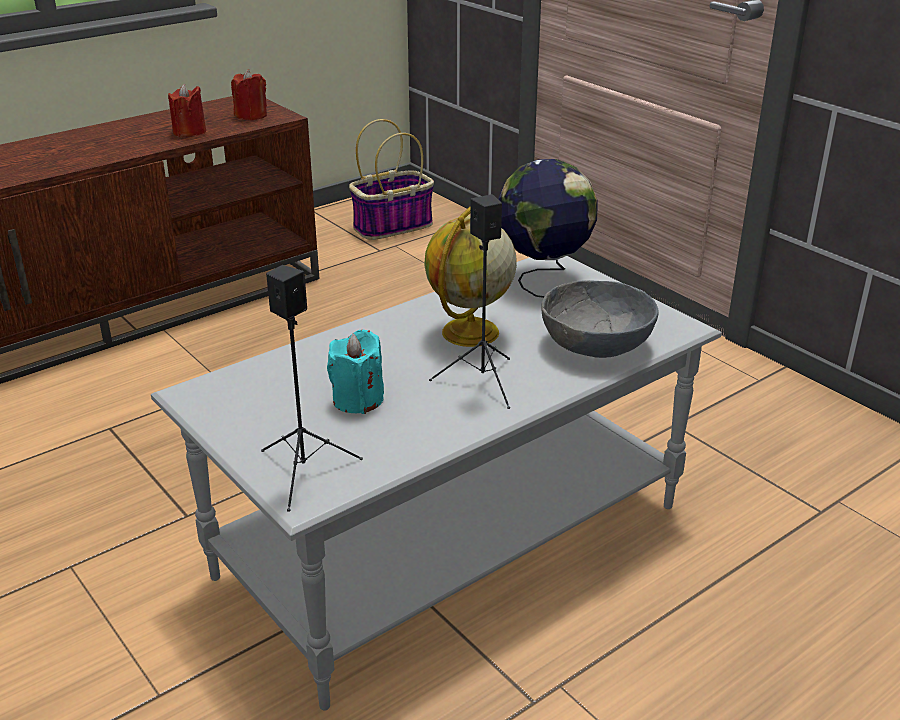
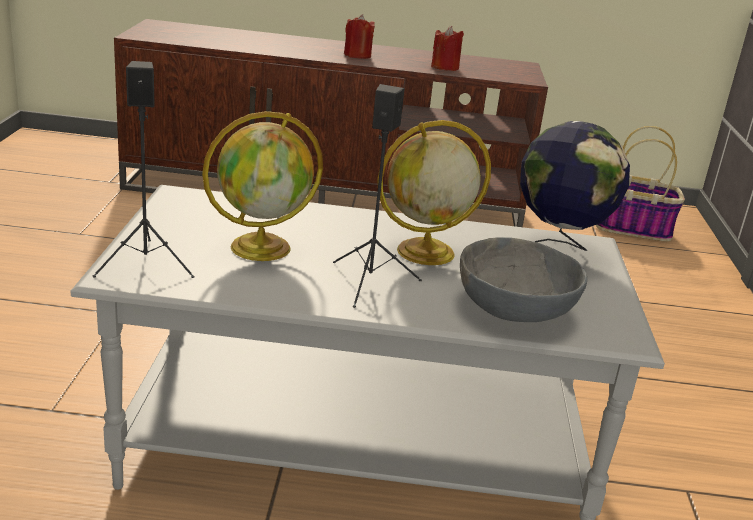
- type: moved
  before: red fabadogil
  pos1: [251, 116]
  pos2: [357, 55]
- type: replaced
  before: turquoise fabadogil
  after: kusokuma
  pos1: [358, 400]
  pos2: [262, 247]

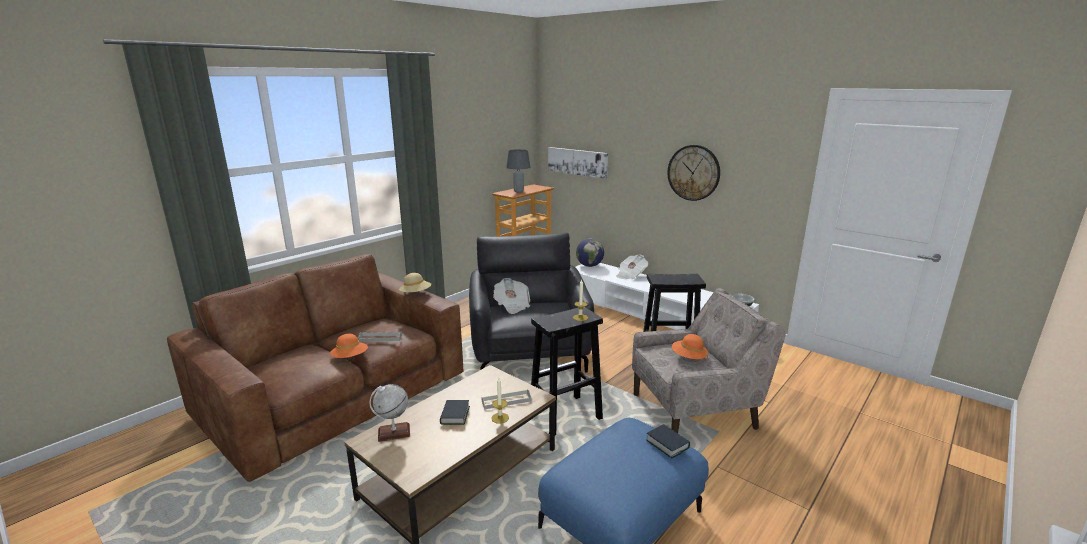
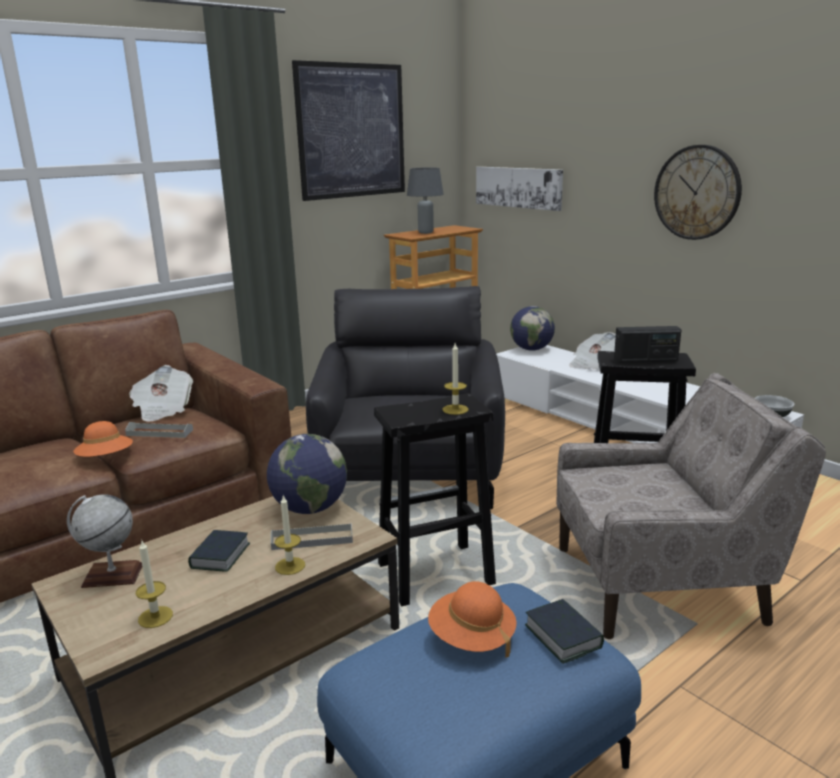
- type: removed
  before: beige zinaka
  pos1: [416, 294]
- type: moved
  before: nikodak
  pos1: [512, 305]
  pos2: [162, 409]
- type: moved
  before: orange zinaka
  pos1: [688, 357]
  pos2: [471, 638]
- type: added
  after: fabadogil
  pos2: [155, 617]
- type: added
  after: kusokuma
  pos2: [310, 508]
- type: added
  after: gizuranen
  pos2: [351, 131]
- type: added
  after: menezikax
  pos2: [645, 360]

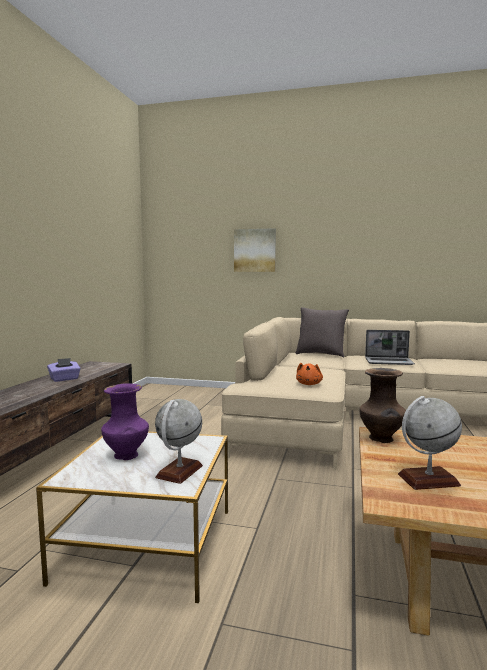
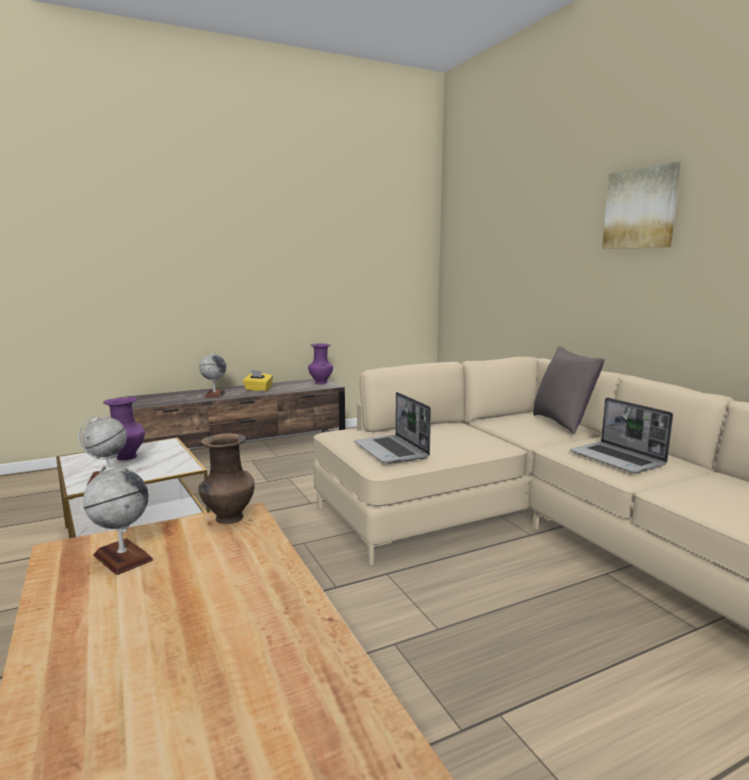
- type: recoloured
  before: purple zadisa
  after: yellow zadisa
  pos1: [64, 379]
  pos2: [258, 390]
- type: moved
  before: gizuranen
  pos1: [255, 250]
  pos2: [641, 208]
- type: replaced
  before: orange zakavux
  after: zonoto
  pos1: [309, 384]
  pos2: [392, 451]
- type: added
  after: kusokuma
  pos2: [214, 395]
- type: added
  after: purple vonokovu
  pos2: [320, 383]

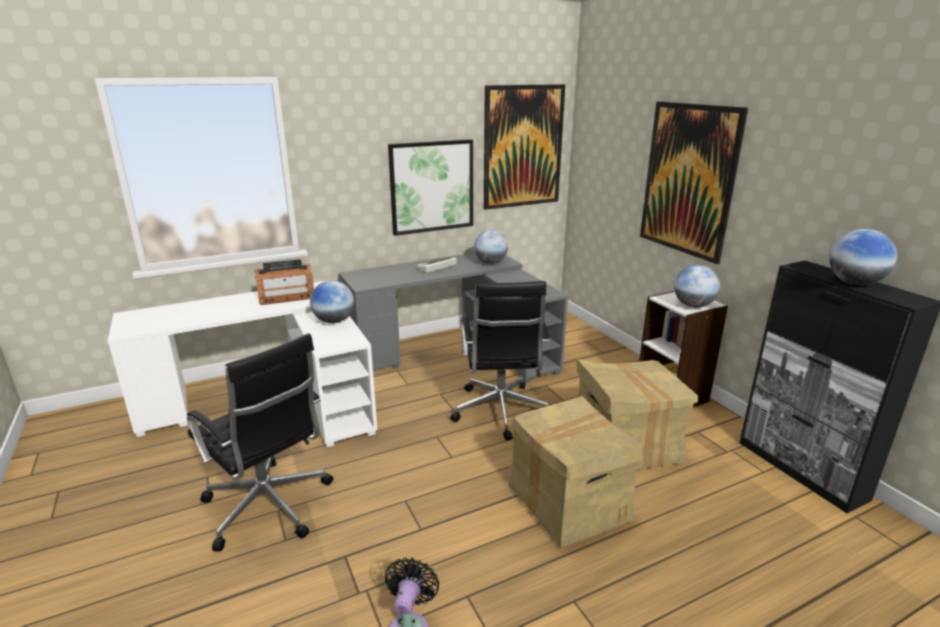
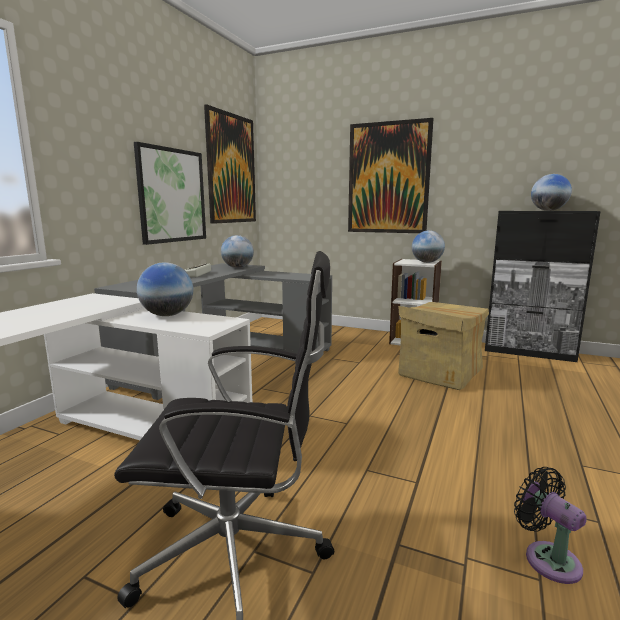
- type: removed
  before: menezikax
  pos1: [286, 297]
- type: removed
  before: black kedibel
  pos1: [500, 412]
- type: removed
  before: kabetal
  pos1: [569, 504]

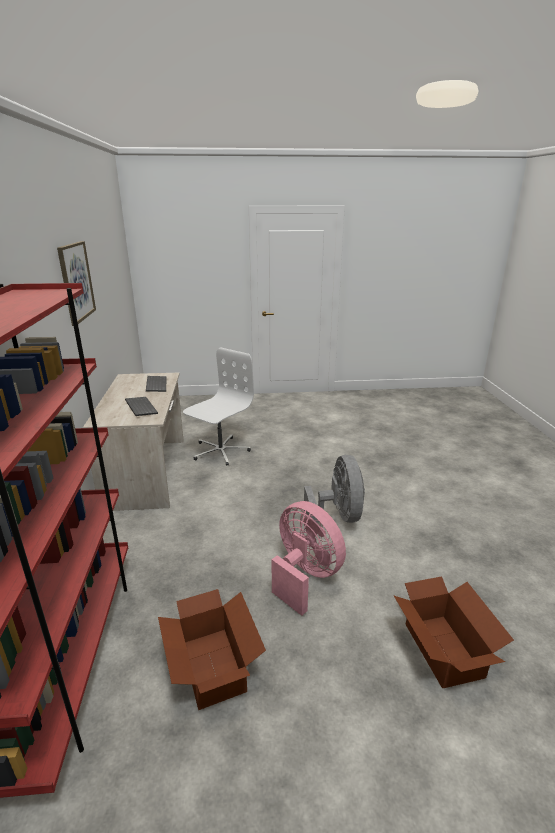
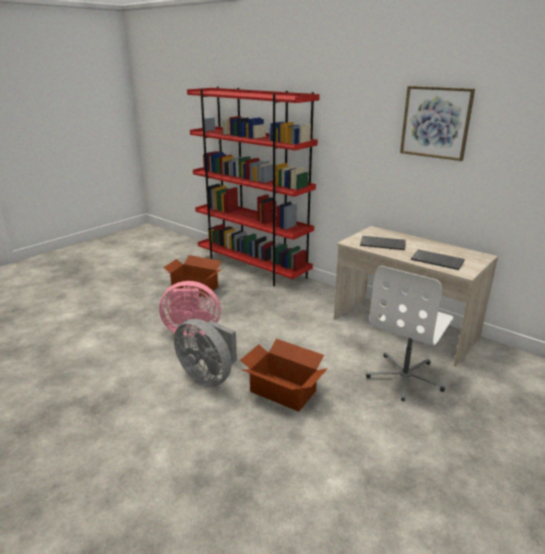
- type: turned
  before: white kedibel
  pos1: [220, 451]
  pos2: [405, 377]
  turn: 45
- type: moved
  before: kabetal
  pos1: [442, 650]
  pos2: [282, 391]

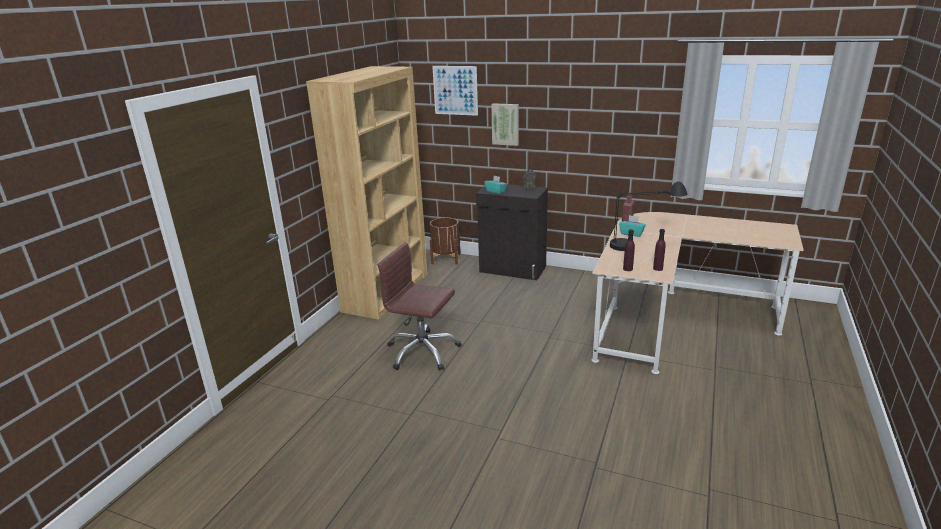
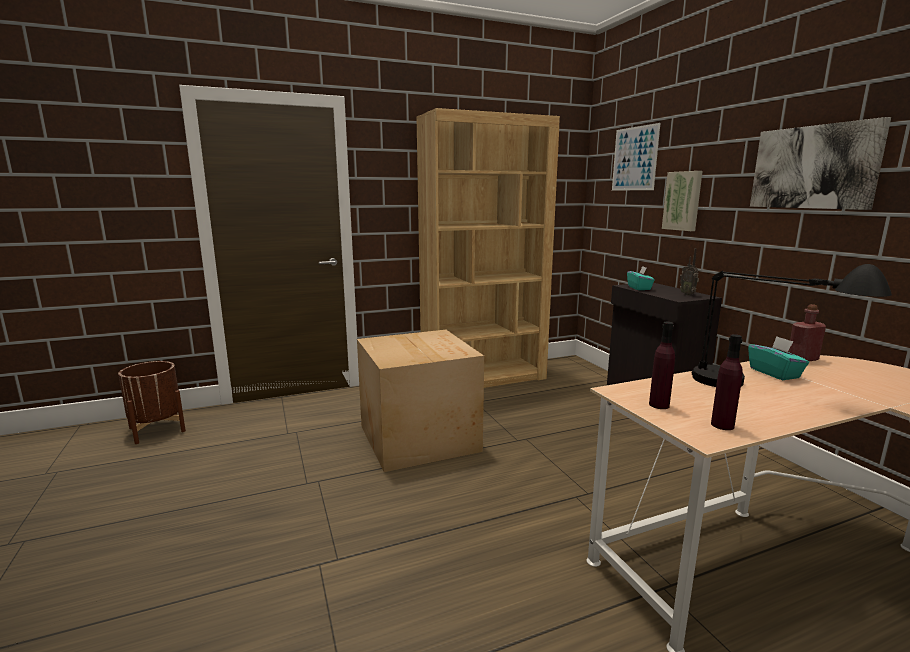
- type: replaced
  before: brown kedibel
  after: kabetal
  pos1: [422, 352]
  pos2: [420, 437]
- type: moved
  before: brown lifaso
  pos1: [446, 259]
  pos2: [157, 429]
- type: added
  after: gizuranen
  pos2: [813, 167]

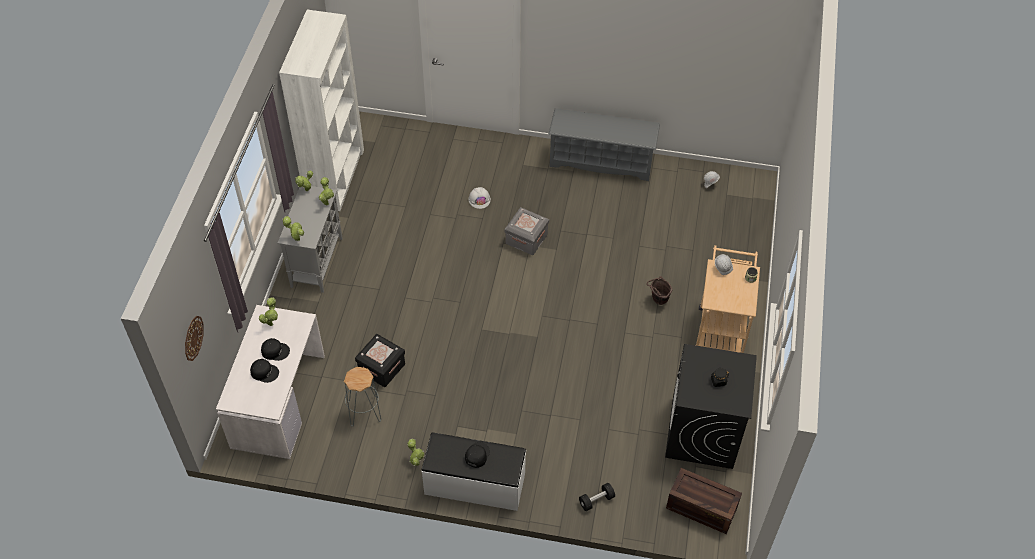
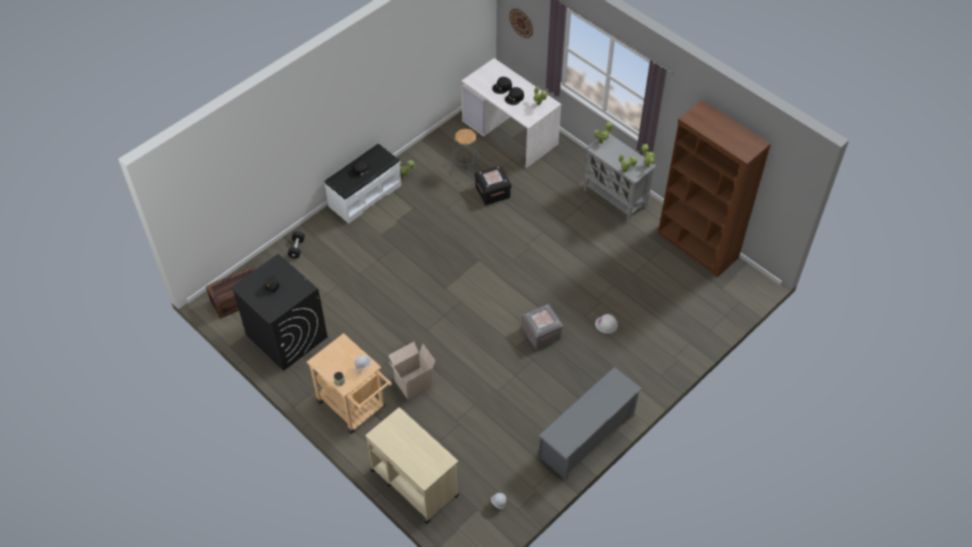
- type: recoloured
  before: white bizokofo
  after: brown bizokofo
  pos1: [335, 177]
  pos2: [697, 246]
- type: replaced
  before: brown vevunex
  after: kabetal
  pos1: [657, 300]
  pos2: [413, 382]
- type: added
  after: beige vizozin
  pos2: [414, 482]

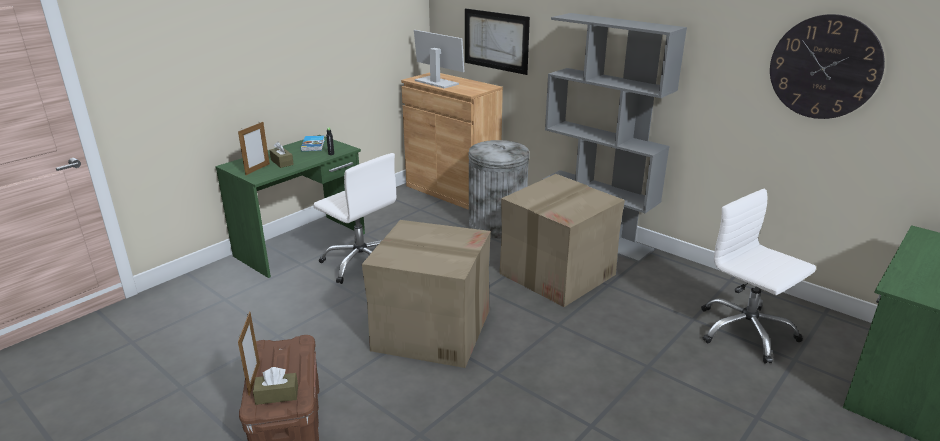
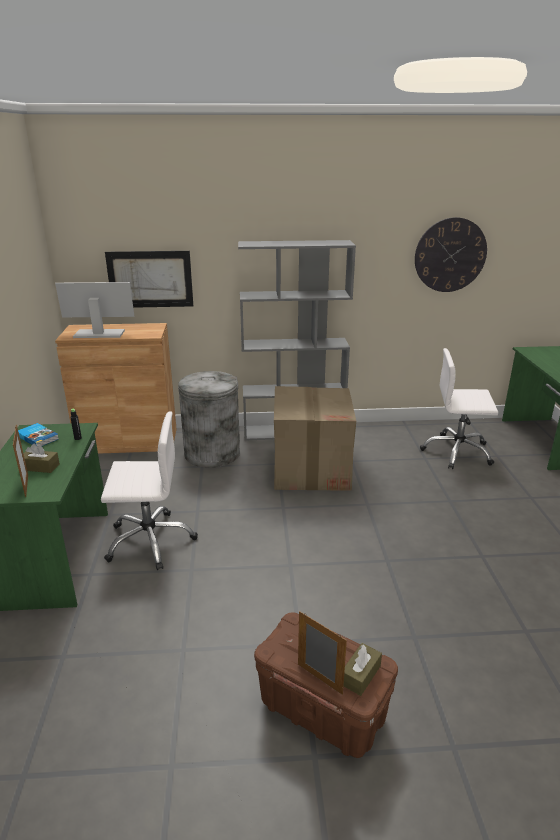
- type: removed
  before: kabetal
  pos1: [431, 330]

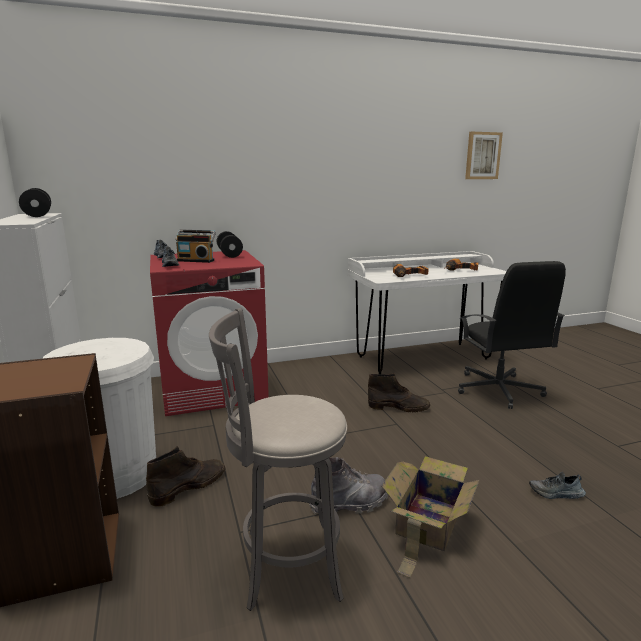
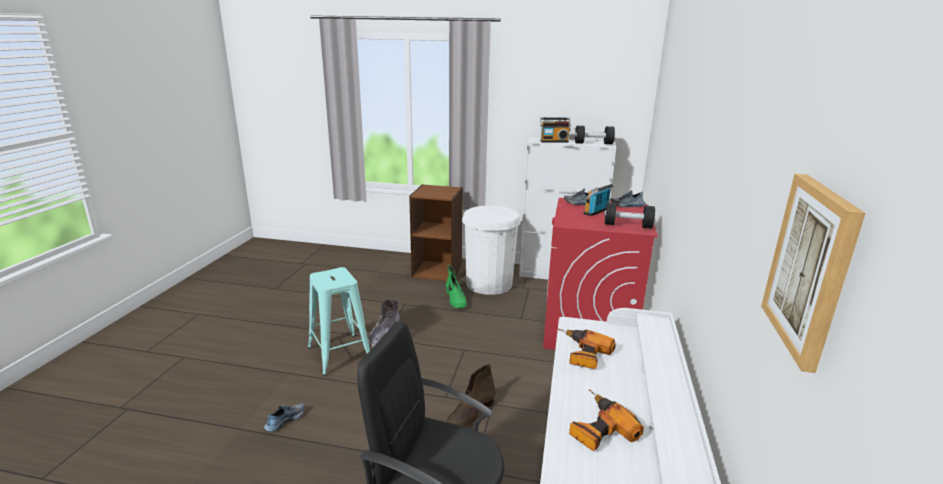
- type: recoloured
  before: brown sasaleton
  after: green sasaleton
  pos1: [189, 486]
  pos2: [456, 299]
- type: removed
  before: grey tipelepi
  pos1: [285, 564]
- type: replaced
  before: kabetal
  after: turquoise tipelepi
  pos1: [427, 523]
  pos2: [339, 354]
- type: added
  after: menezikax
  pos2: [554, 141]

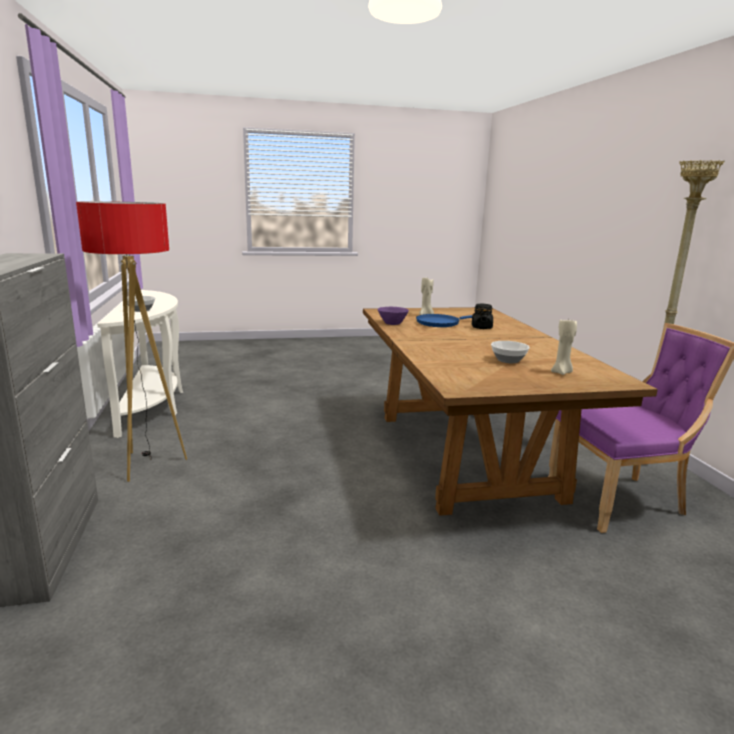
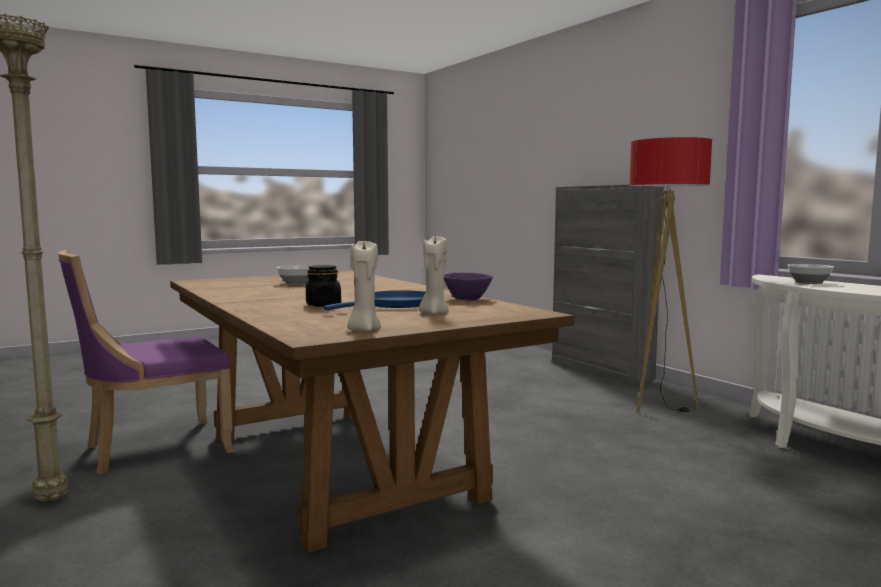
- type: moved
  before: beige fabadogil
  pos1: [561, 372]
  pos2: [364, 330]

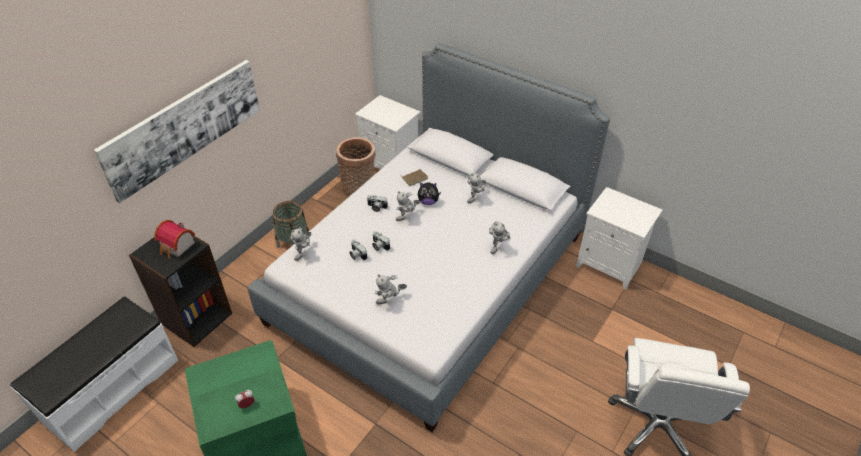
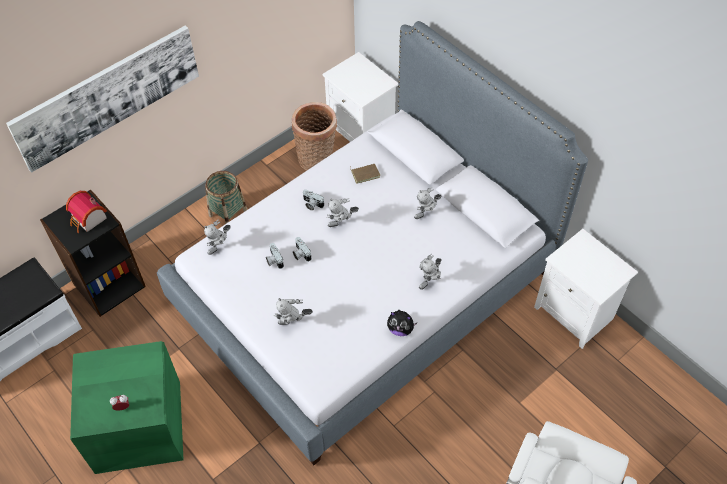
- type: moved
  before: zakavux
  pos1: [428, 202]
  pos2: [400, 329]

